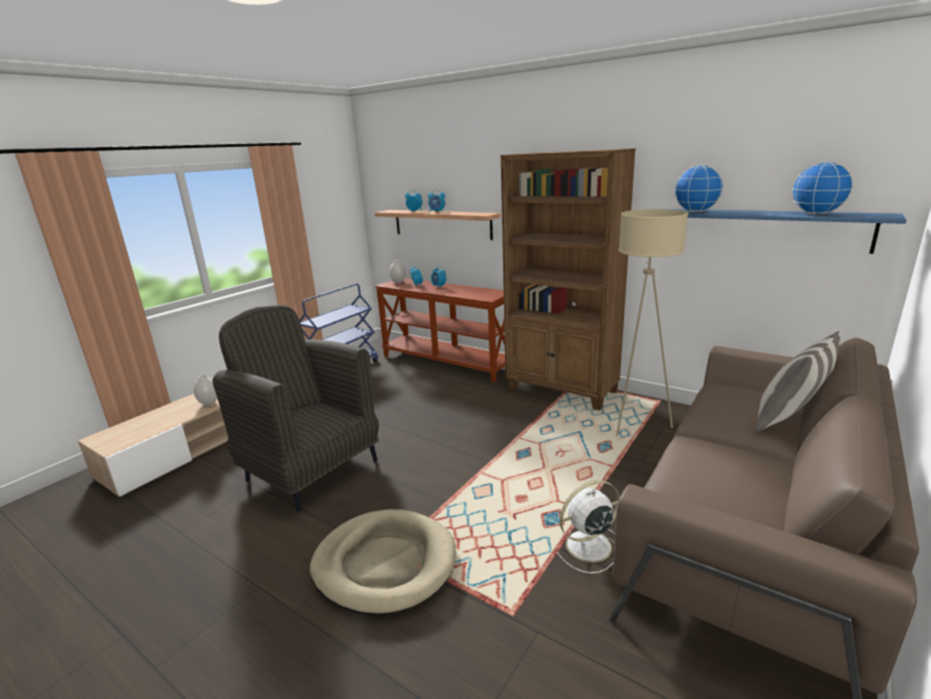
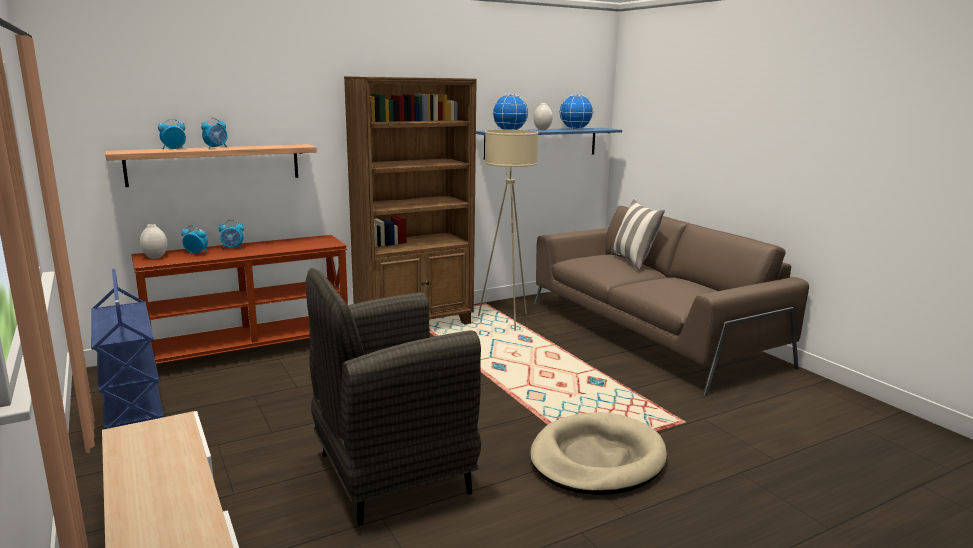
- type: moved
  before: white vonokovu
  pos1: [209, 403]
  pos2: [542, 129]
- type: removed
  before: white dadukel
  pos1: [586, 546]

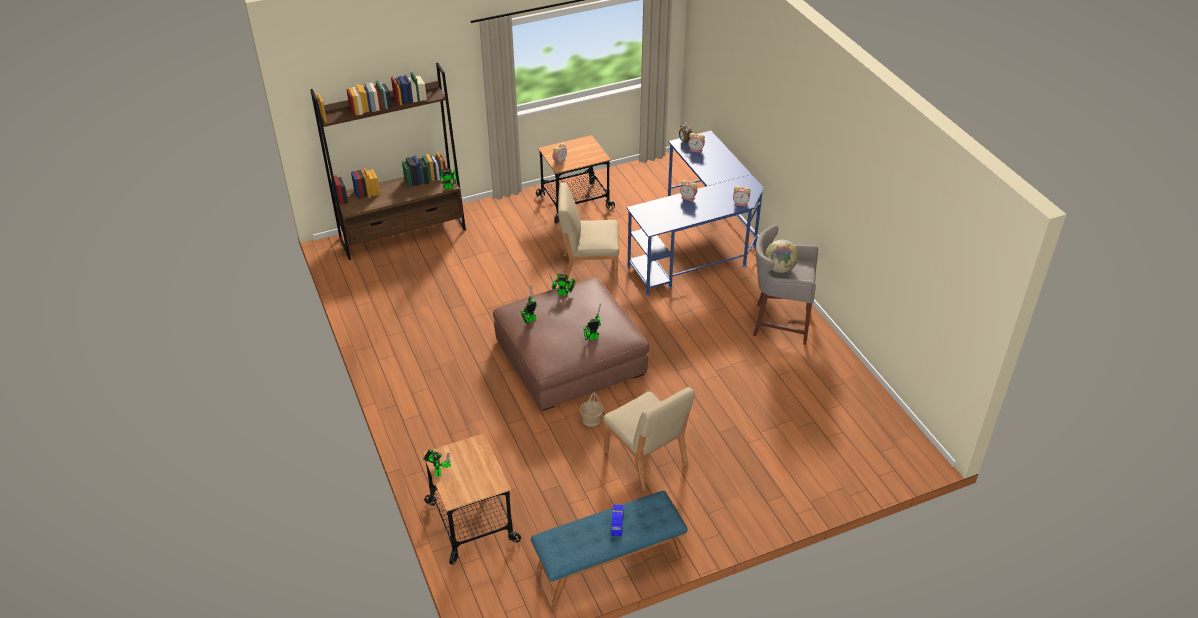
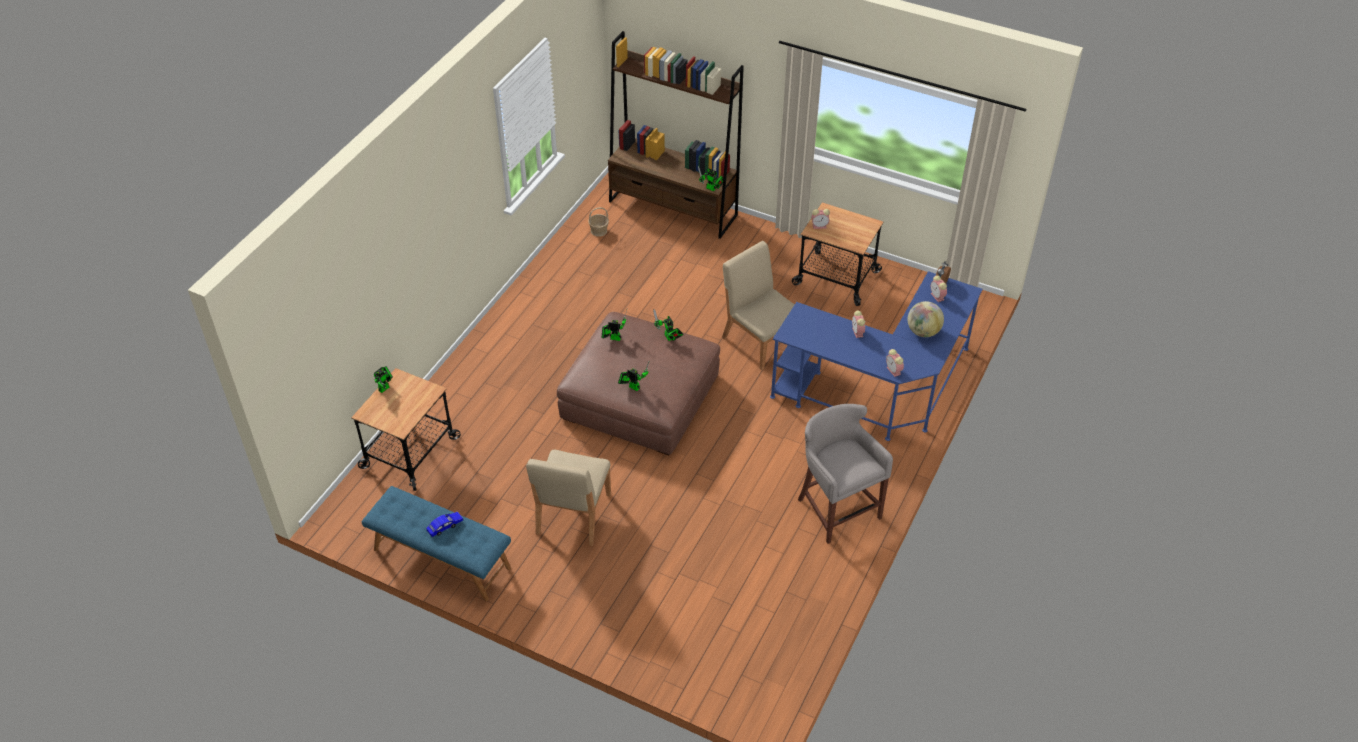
- type: moved
  before: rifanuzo
  pos1: [591, 419]
  pos2: [598, 231]
- type: moved
  before: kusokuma
  pos1: [779, 269]
  pos2: [923, 332]

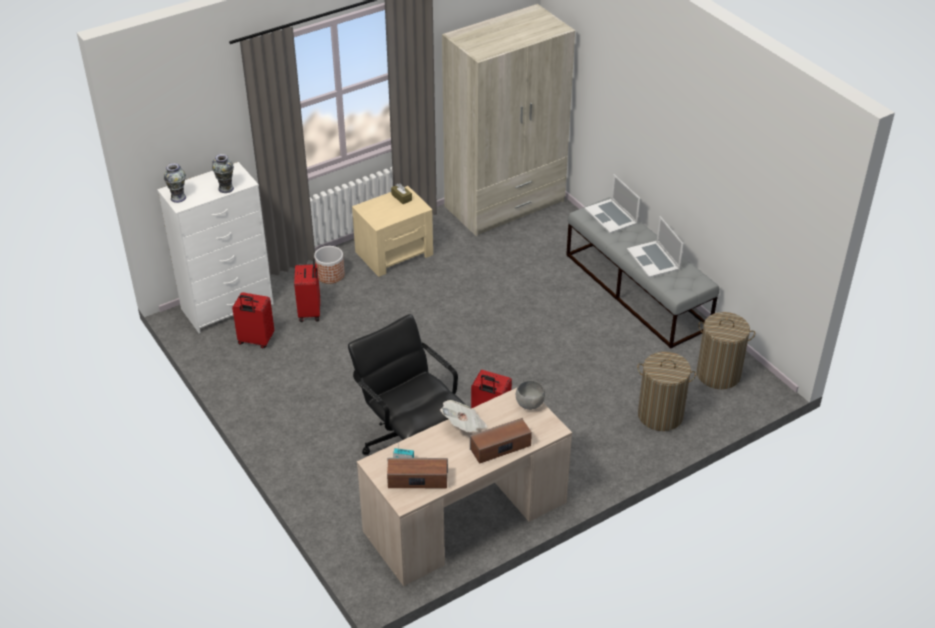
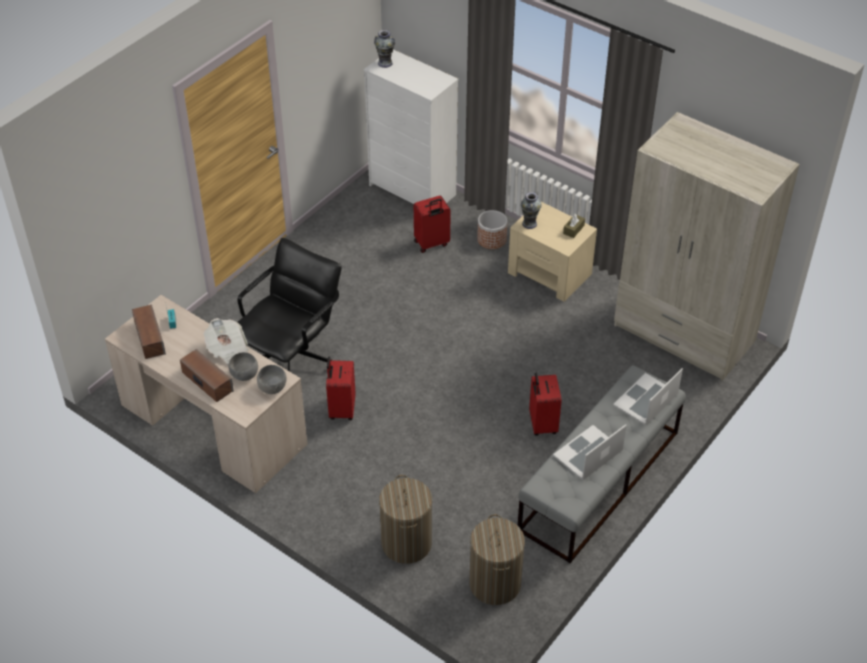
- type: moved
  before: vonokovu
  pos1: [226, 188]
  pos2: [529, 223]
- type: moved
  before: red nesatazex
  pos1: [255, 341]
  pos2: [541, 424]
- type: added
  after: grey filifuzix
  pos2: [244, 375]

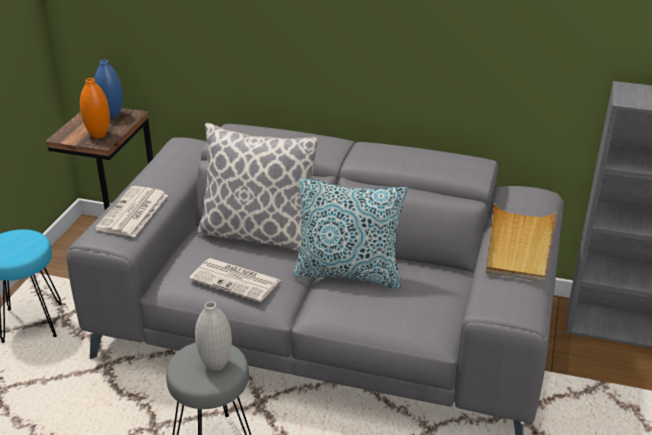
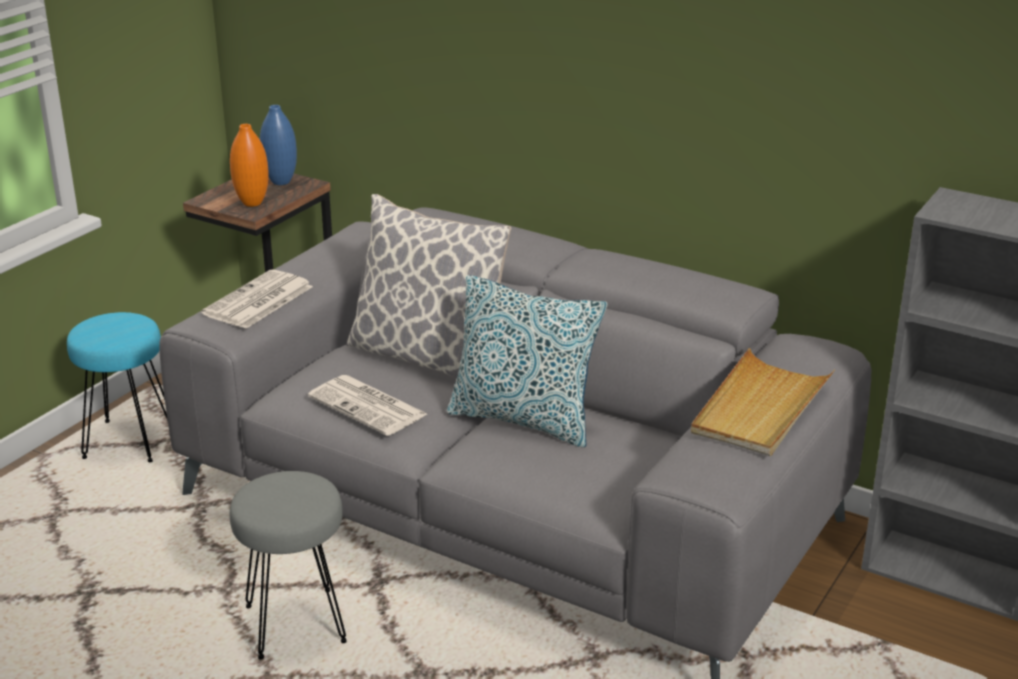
- type: removed
  before: white vonokovu
  pos1: [216, 365]

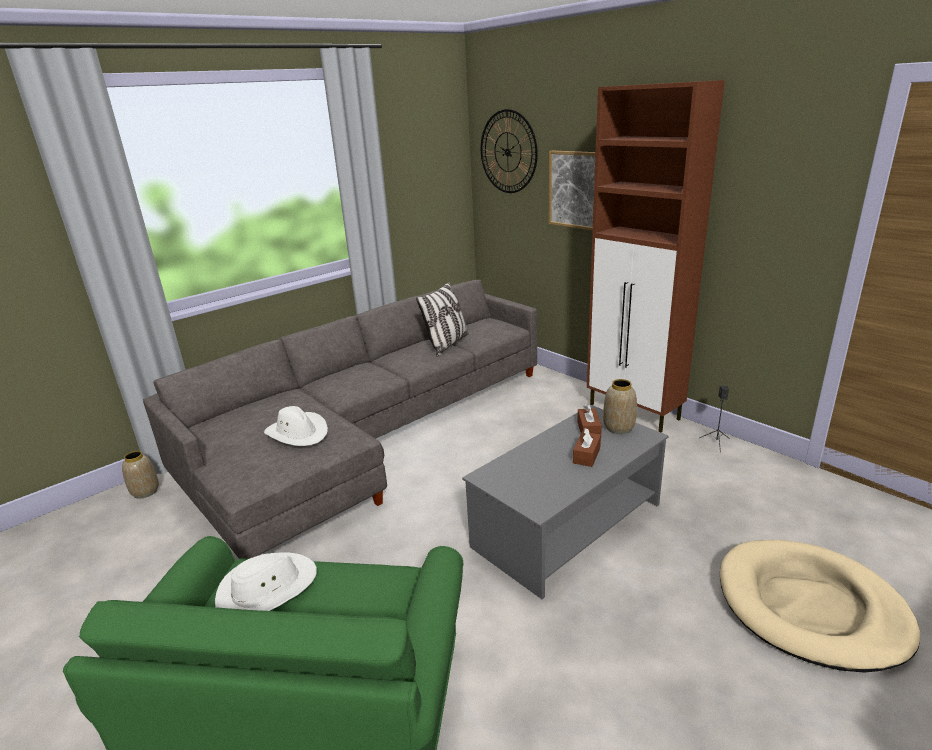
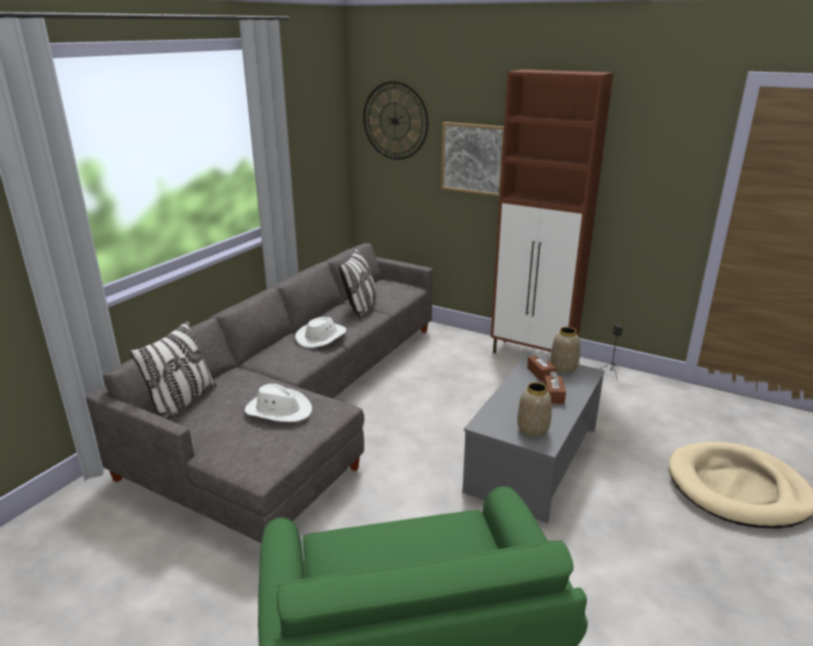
- type: moved
  before: vonokovu
  pos1: [145, 492]
  pos2: [532, 431]
- type: moved
  before: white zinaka
  pos1: [267, 589]
  pos2: [321, 337]
- type: added
  after: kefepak
  pos2: [183, 403]

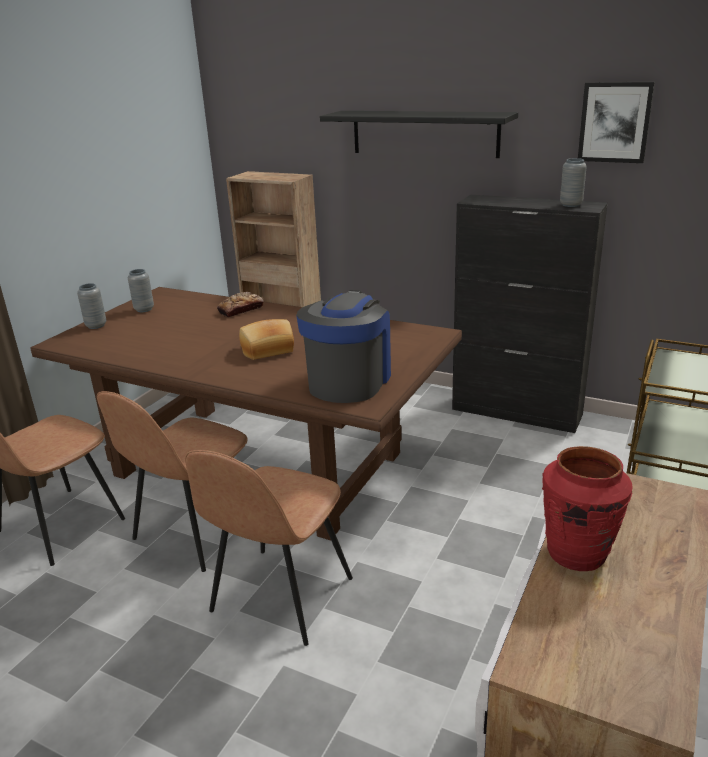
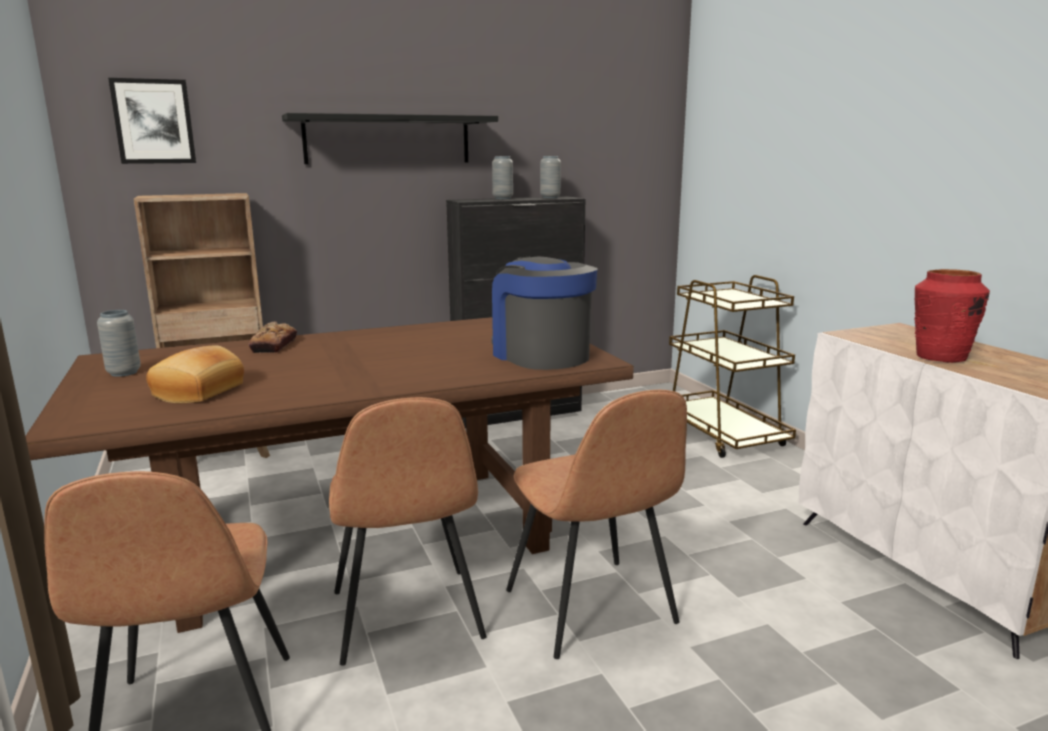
- type: moved
  before: grey vonokovu
  pos1: [96, 326]
  pos2: [502, 198]
- type: moved
  before: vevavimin
  pos1: [268, 350]
  pos2: [200, 392]
- type: moved
  before: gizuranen
  pos1: [615, 122]
  pos2: [154, 121]

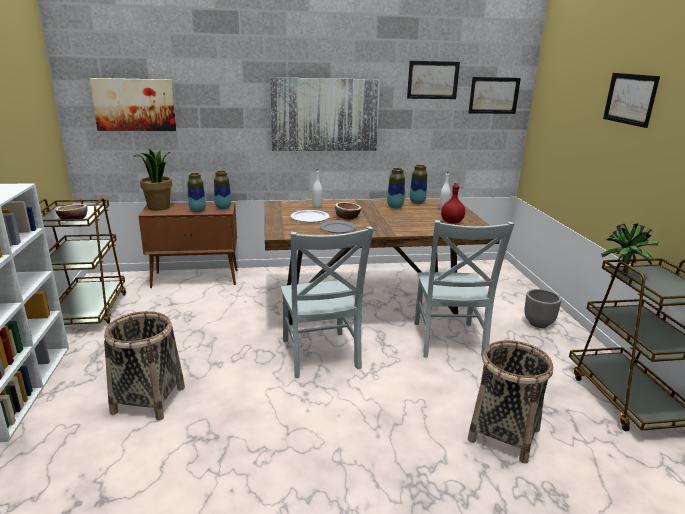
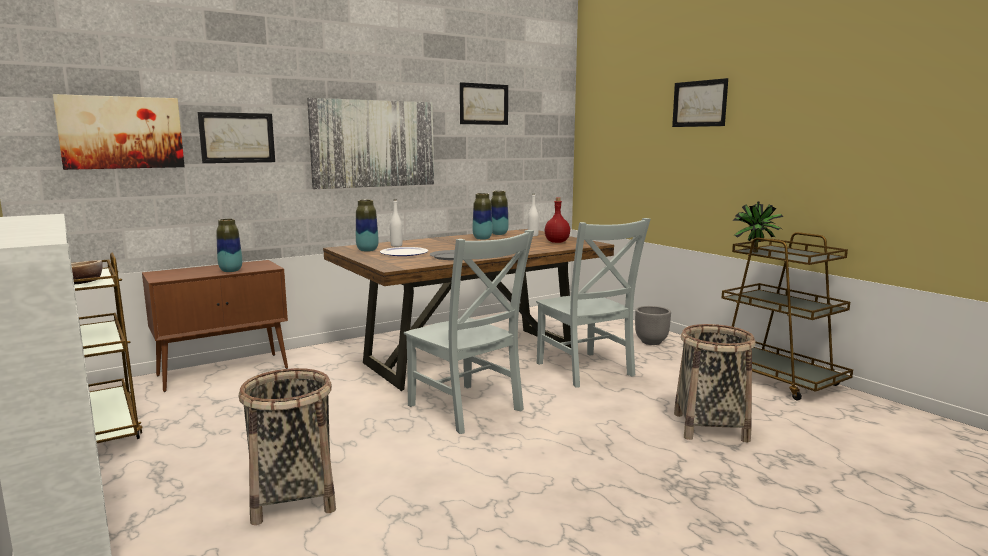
- type: removed
  before: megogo
  pos1: [159, 207]
- type: moved
  before: vonokovu
  pos1: [223, 208]
  pos2: [367, 250]
- type: removed
  before: filifuzix
  pos1: [347, 217]
- type: moved
  before: gizuranen
  pos1: [494, 95]
  pos2: [237, 137]

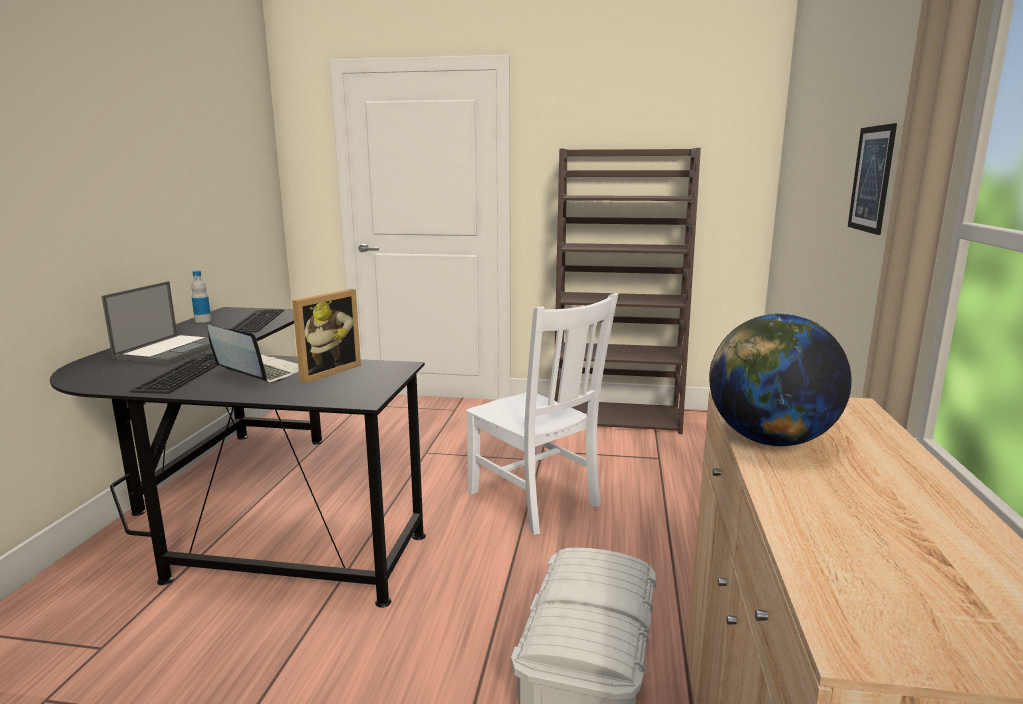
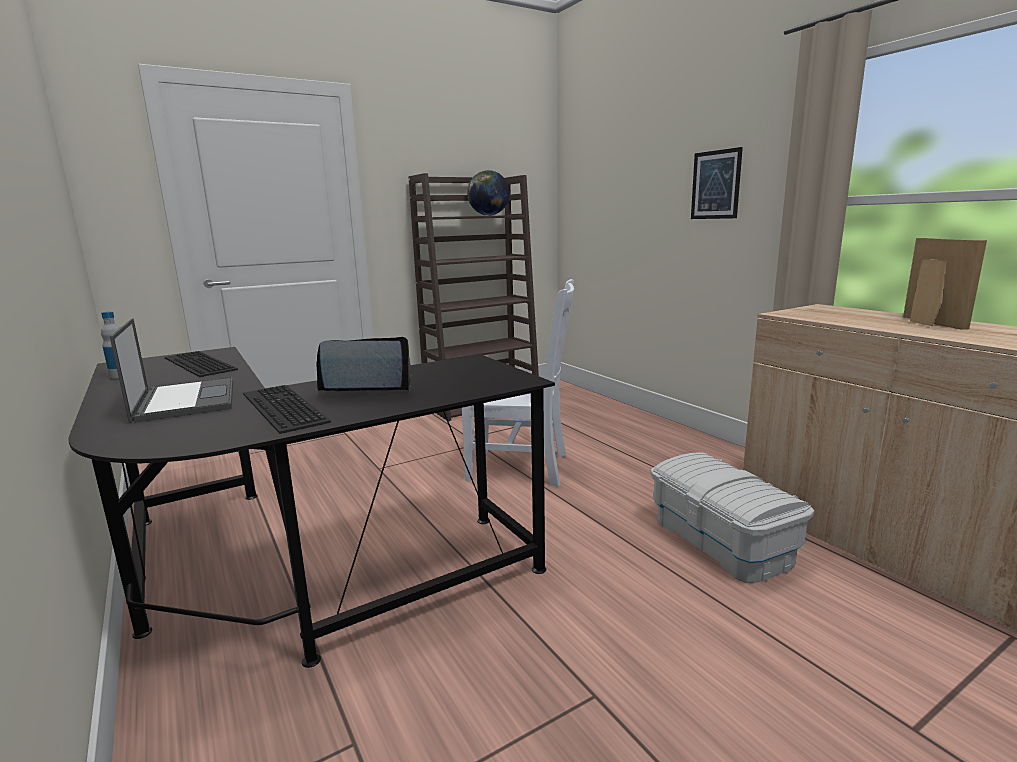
- type: moved
  before: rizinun
  pos1: [325, 371]
  pos2: [926, 323]
- type: moved
  before: kusokuma
  pos1: [770, 441]
  pos2: [489, 215]

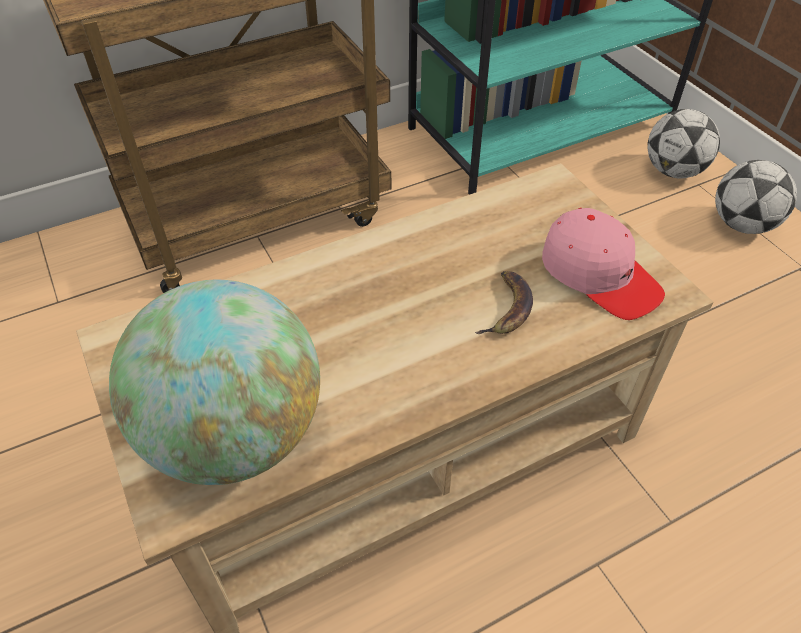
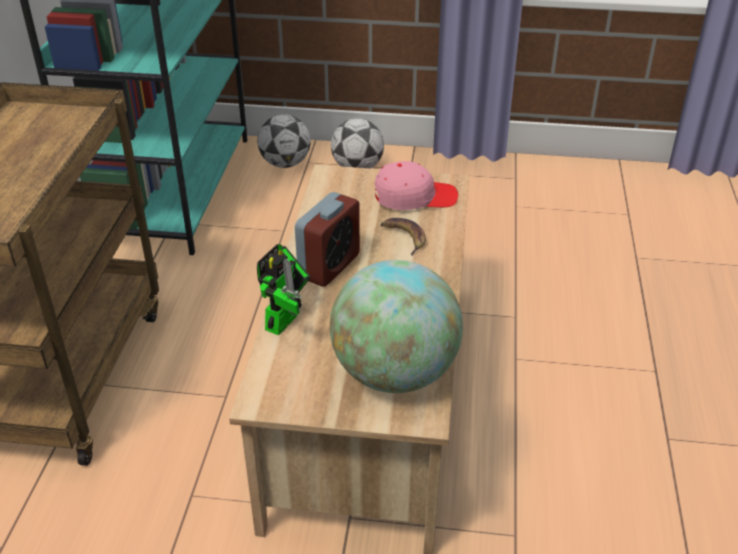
- type: added
  after: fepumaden
  pos2: [284, 319]
- type: added
  after: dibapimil
  pos2: [329, 266]

